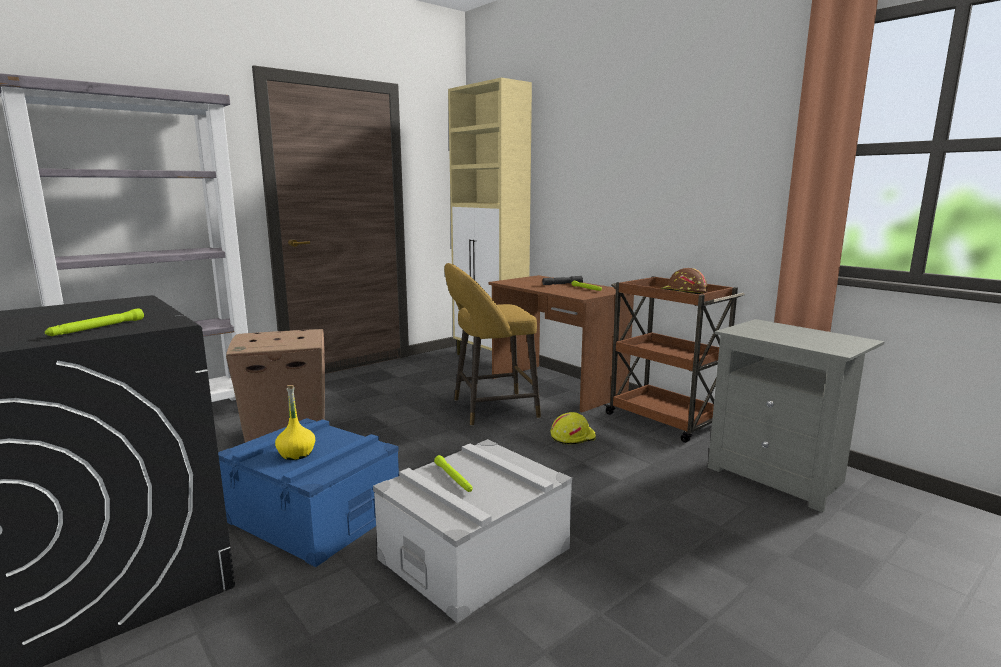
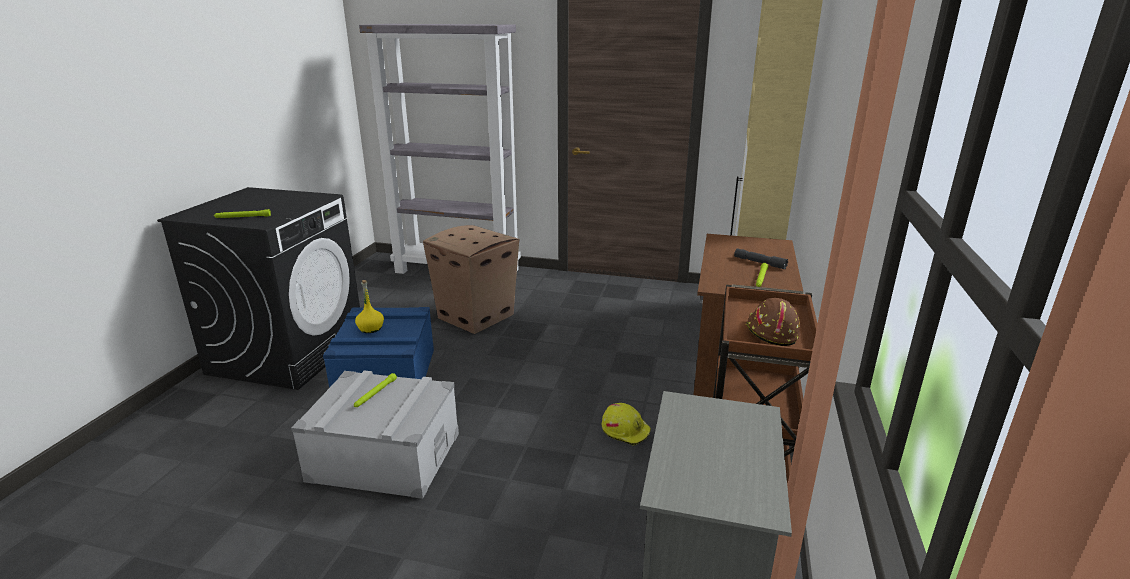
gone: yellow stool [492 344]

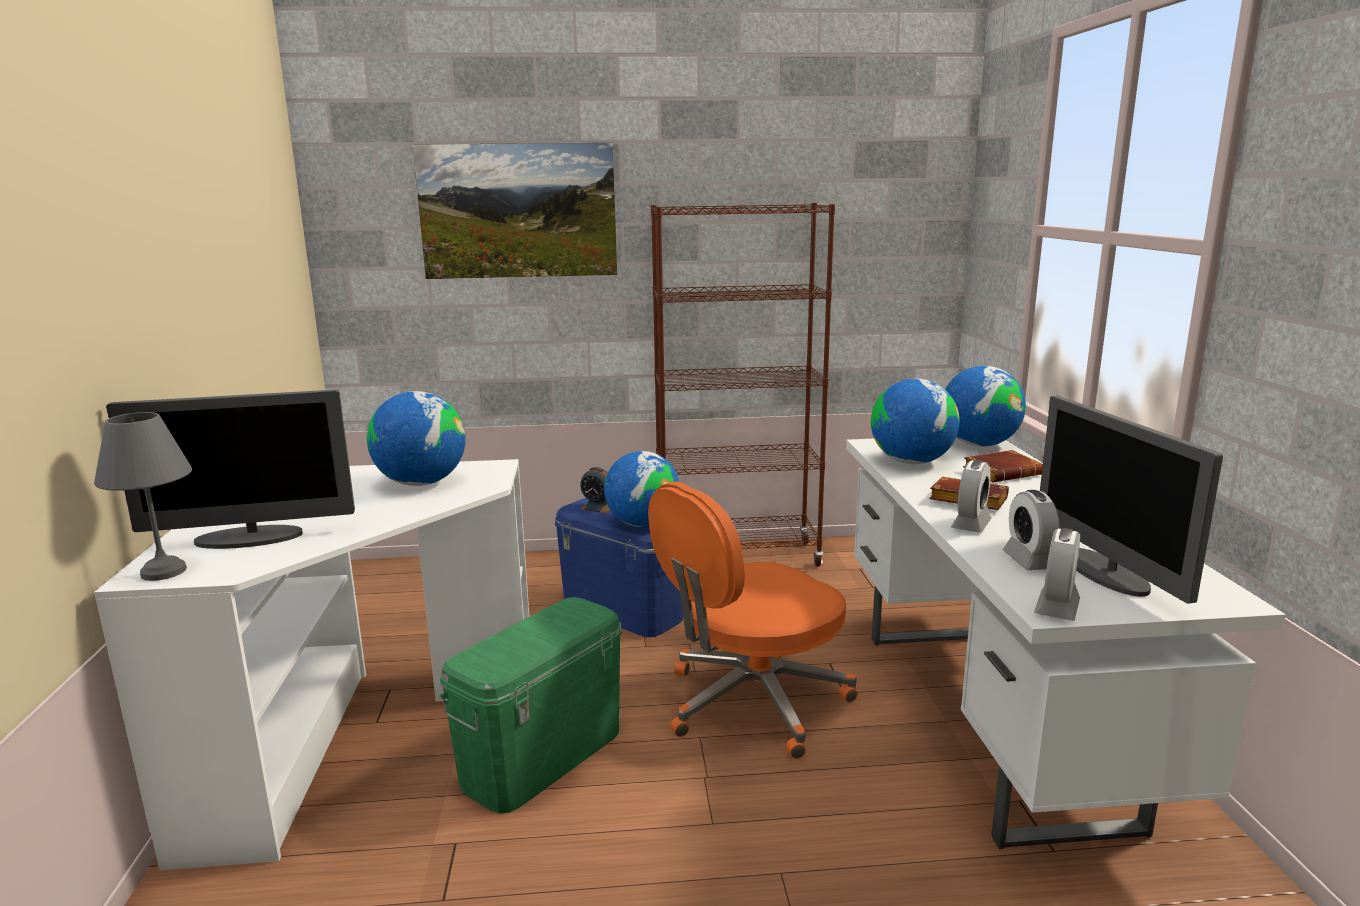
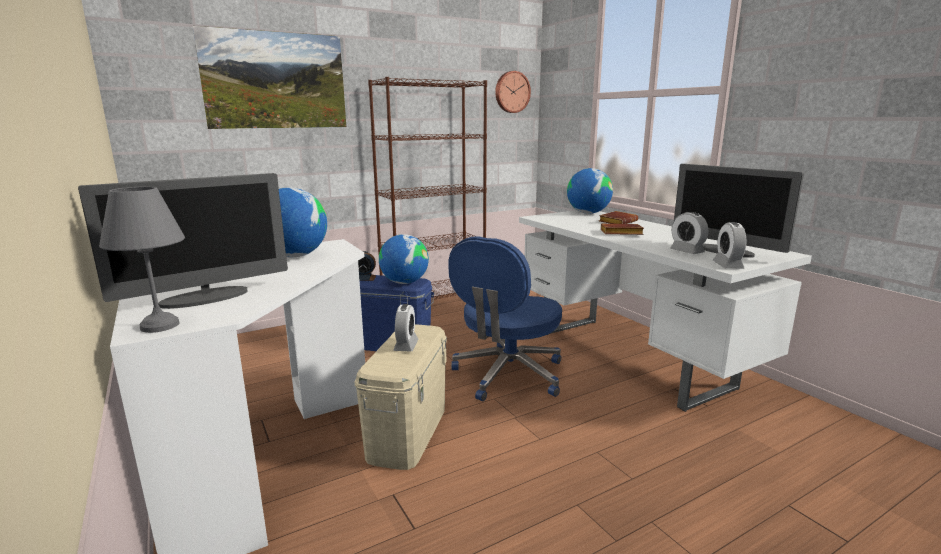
gone: globe [915 421]
new: wall clock [513 92]
shifted: alarm clock [971 496] to [405 328]
repainted: green storage box [531 705] to beige storage box [401 397]; orange office chair [753 620] to blue office chair [505 319]

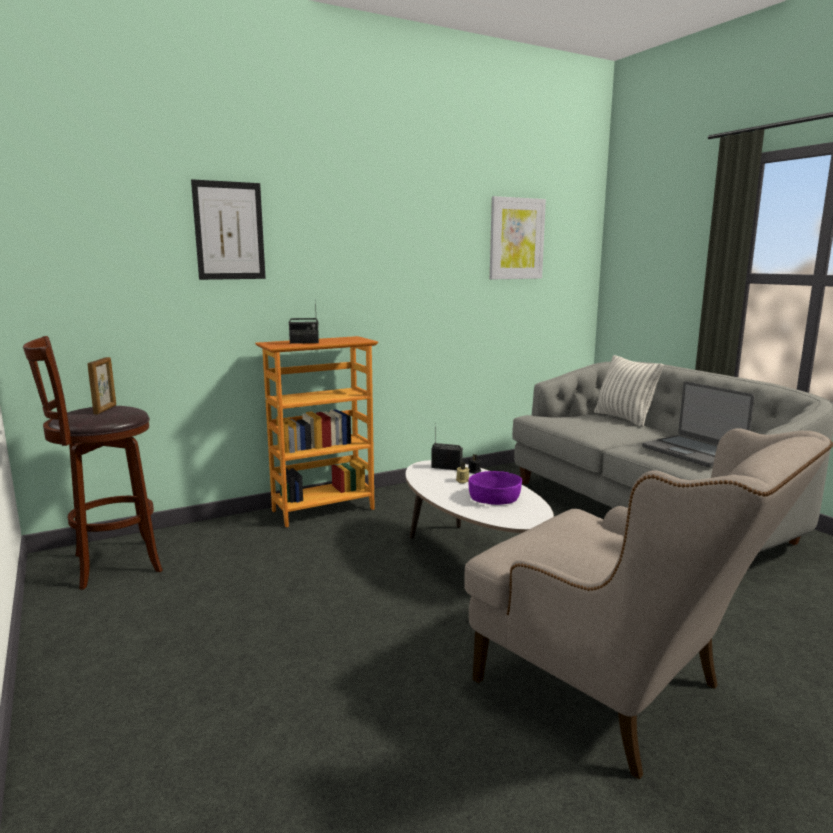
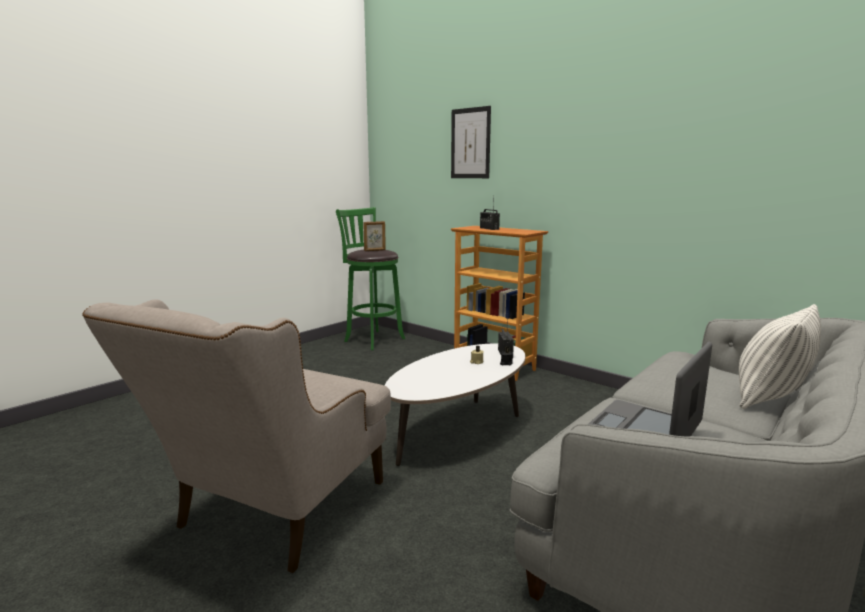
gone: purple bowl [495 488]; picture [518 237]
repainted: brown stool [93 463] to green stool [370 278]

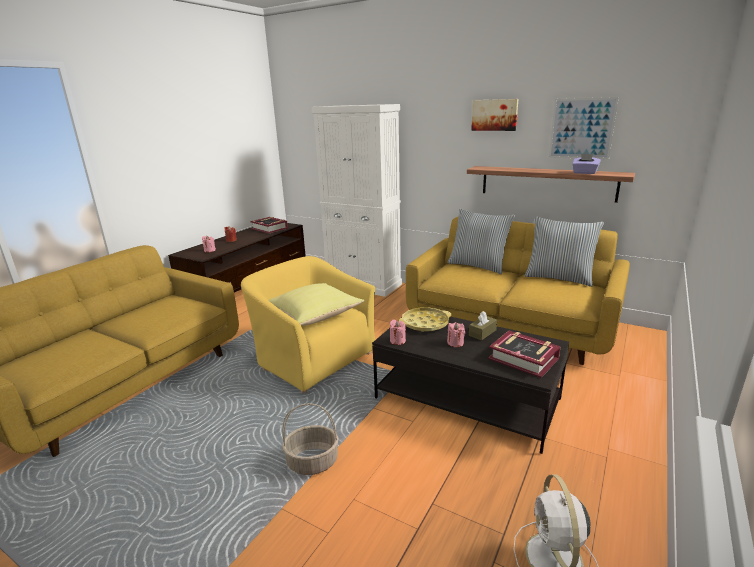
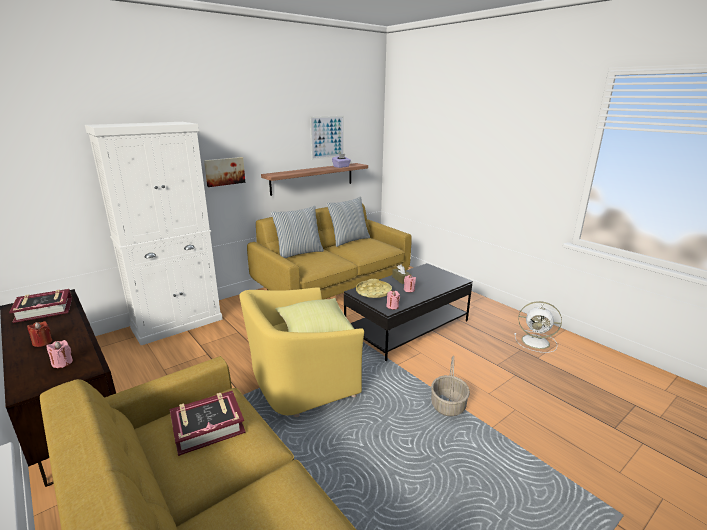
shifted: picture [494 115] to [224 172]; book [524 354] to [208 423]

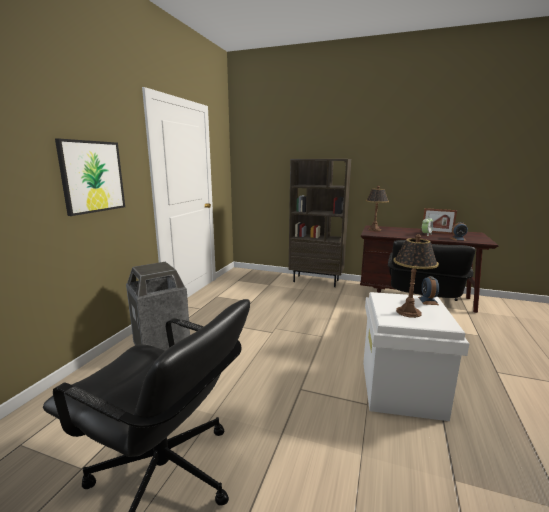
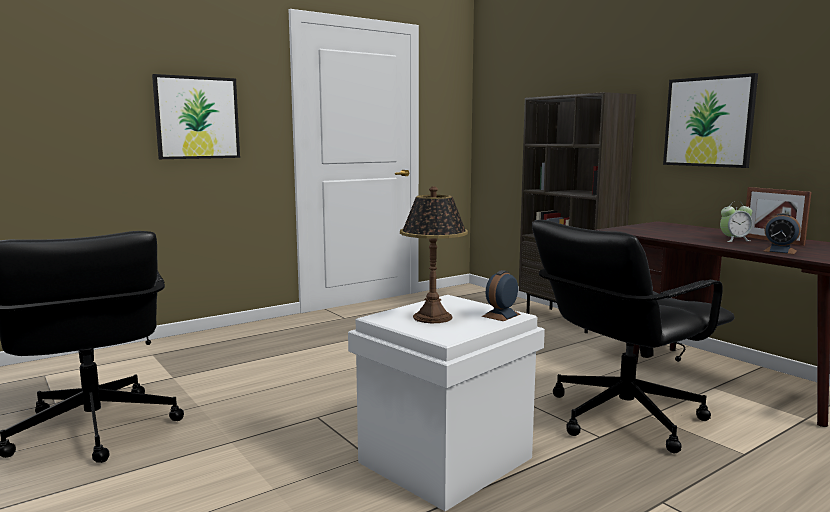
gone: trash can [158 306]; table lamp [377 208]
new: picture [710 120]

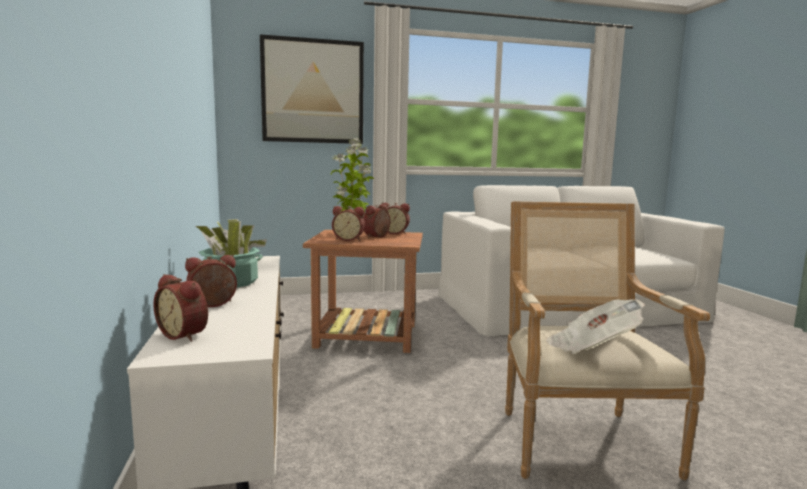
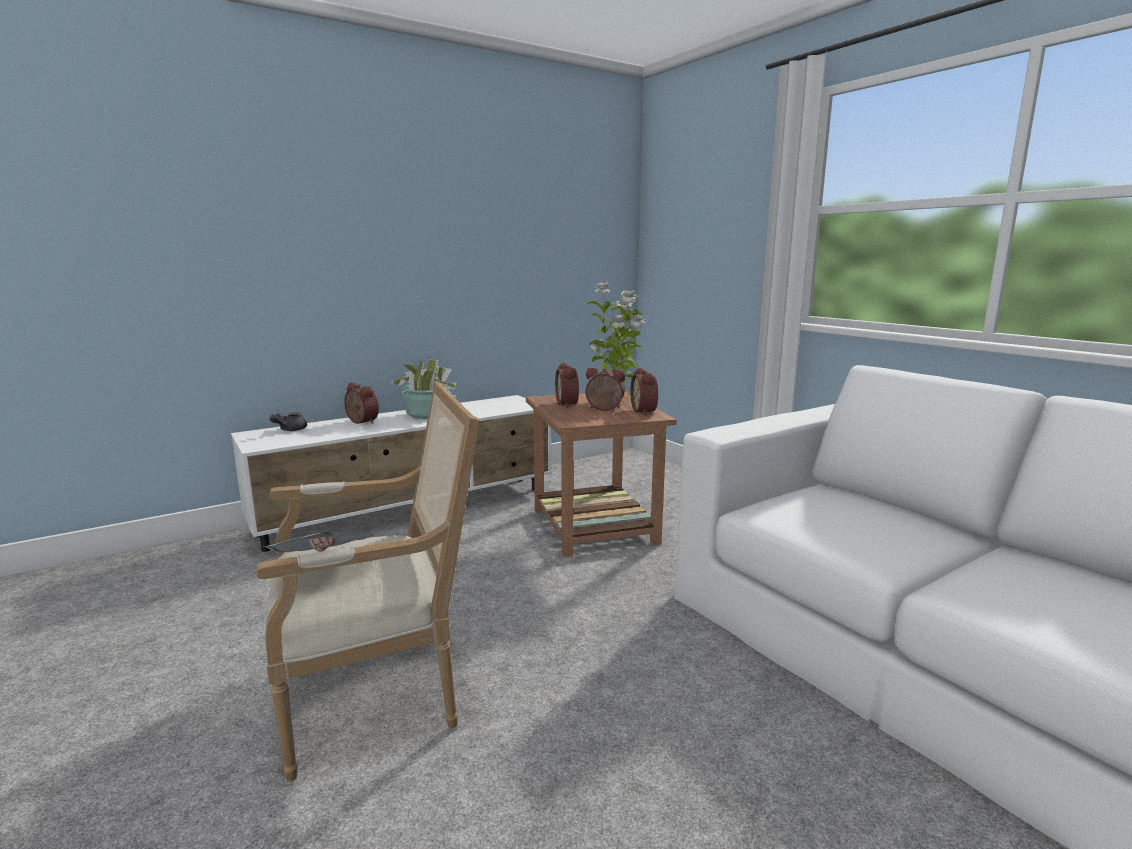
gone: picture [312 89]
swapped: alarm clock [180 308] to grey teapot [288 422]

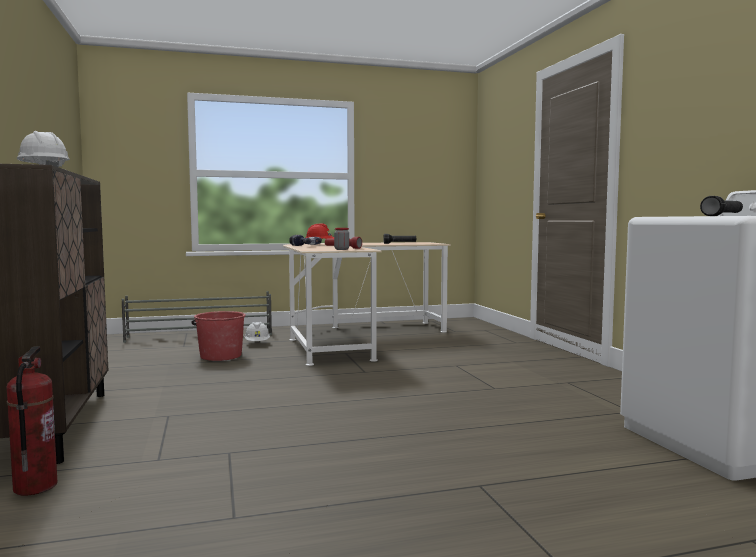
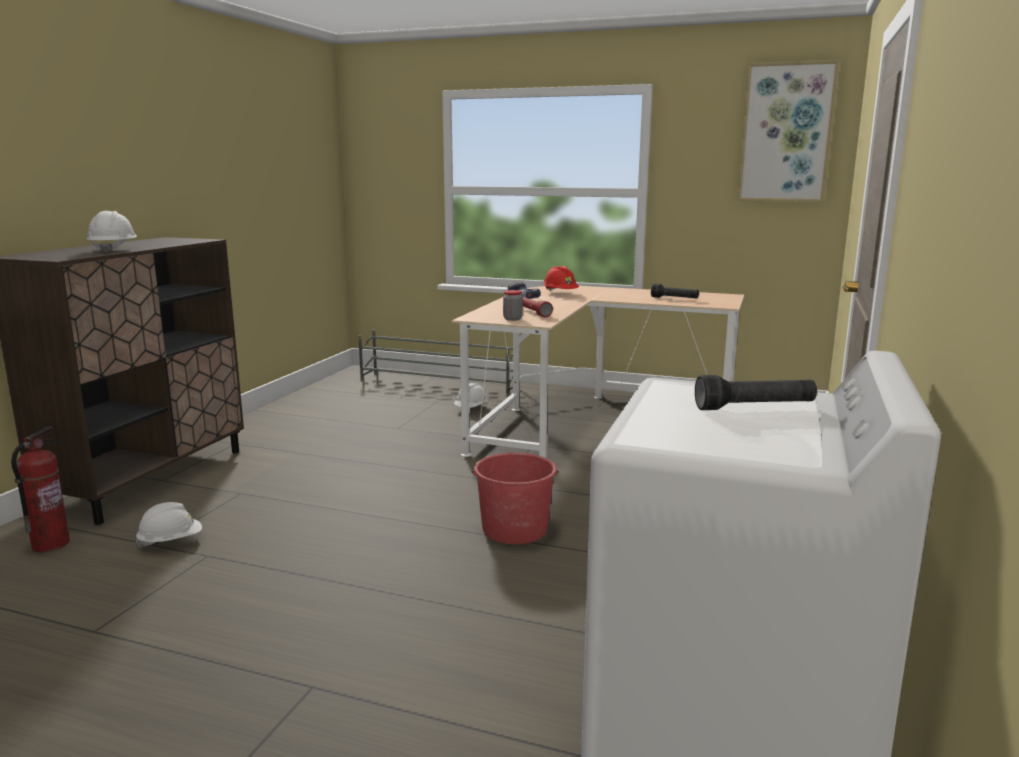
new: white hard hat [169 525]; picture [788 131]
shifted: red bucket [219 336] to [515 498]

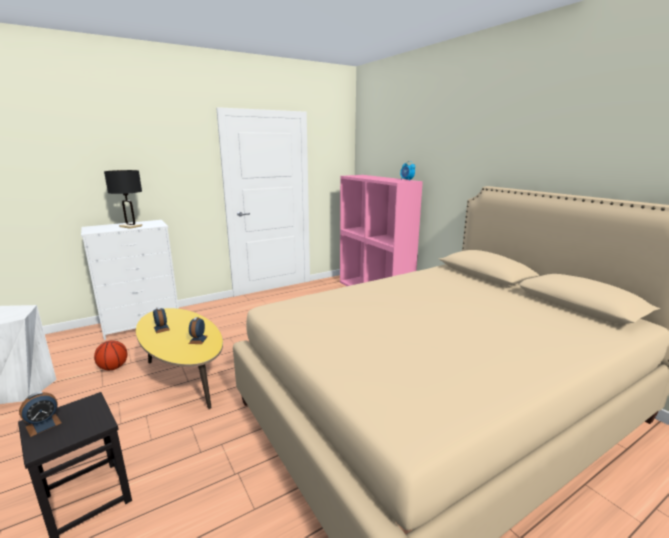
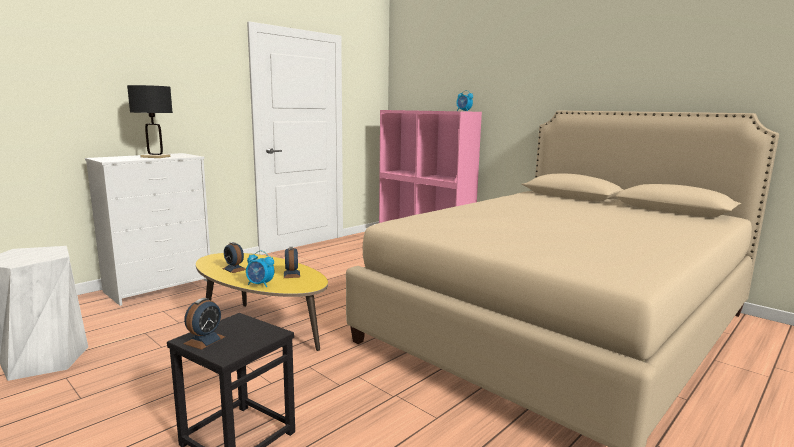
gone: basketball [110 355]
new: alarm clock [260 269]

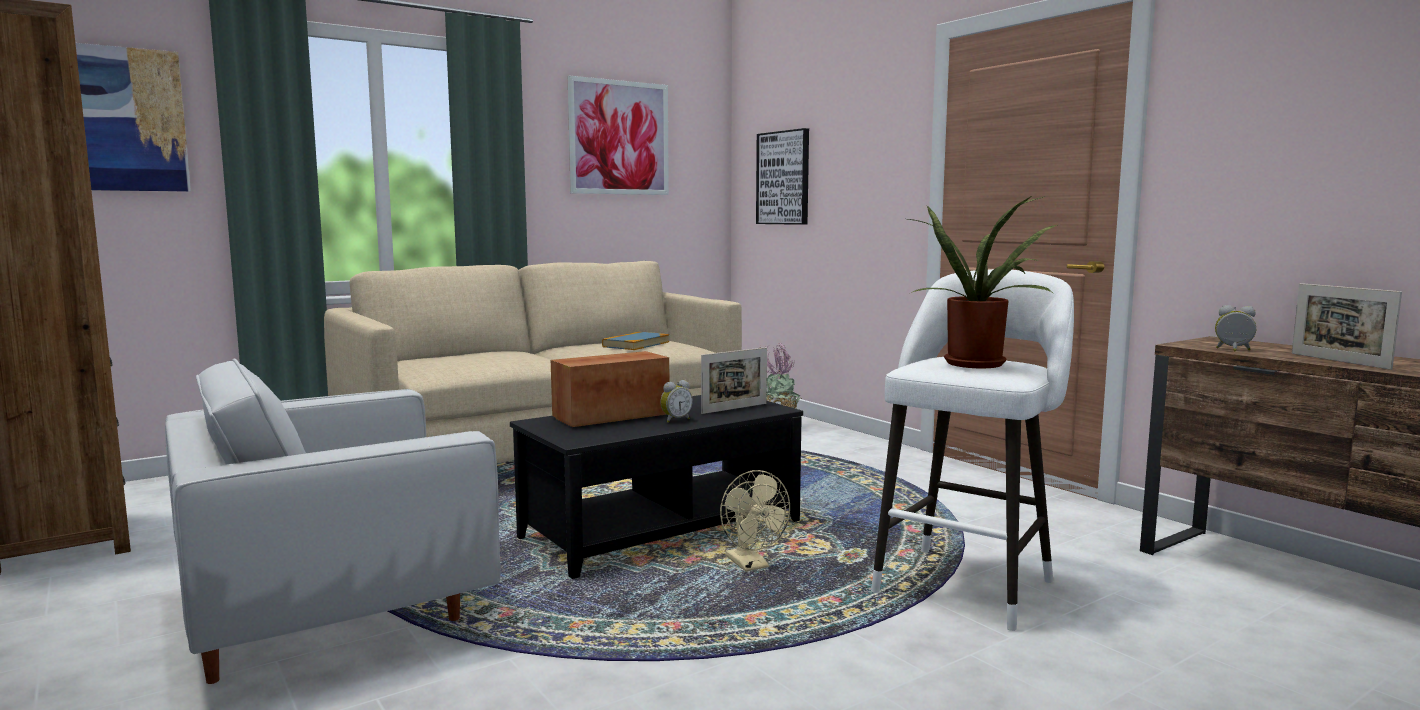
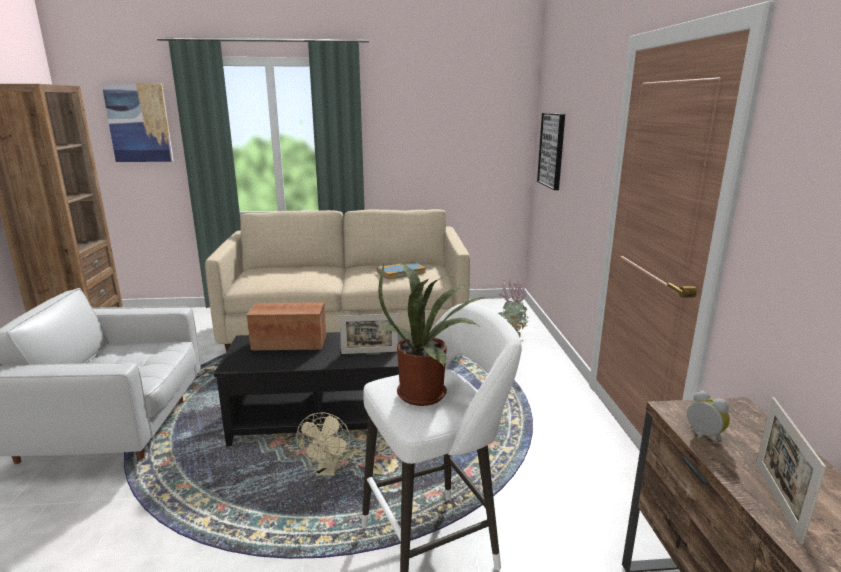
gone: picture [618 135]; alarm clock [676 401]

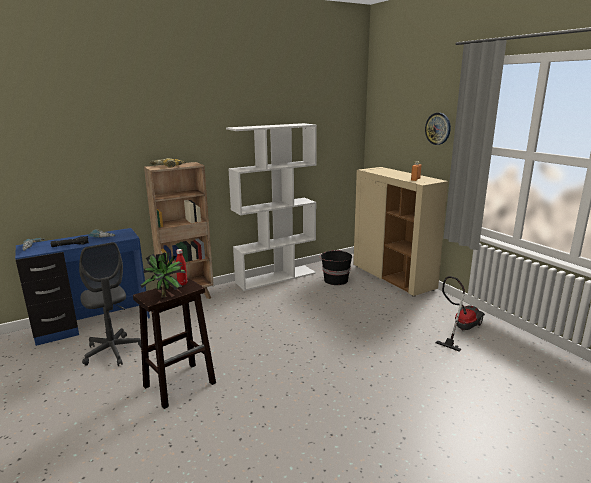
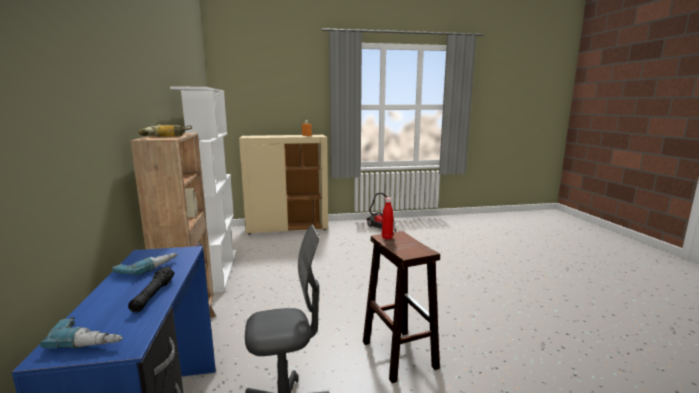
gone: potted plant [163 275]; black bucket [336 267]; wall clock [438 129]

